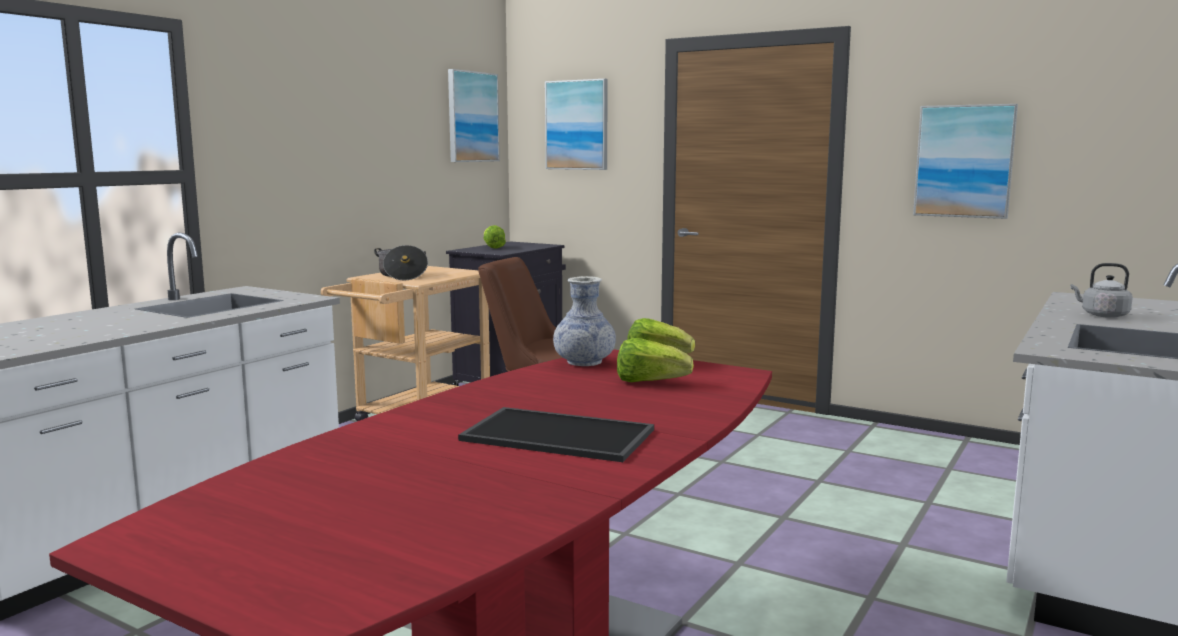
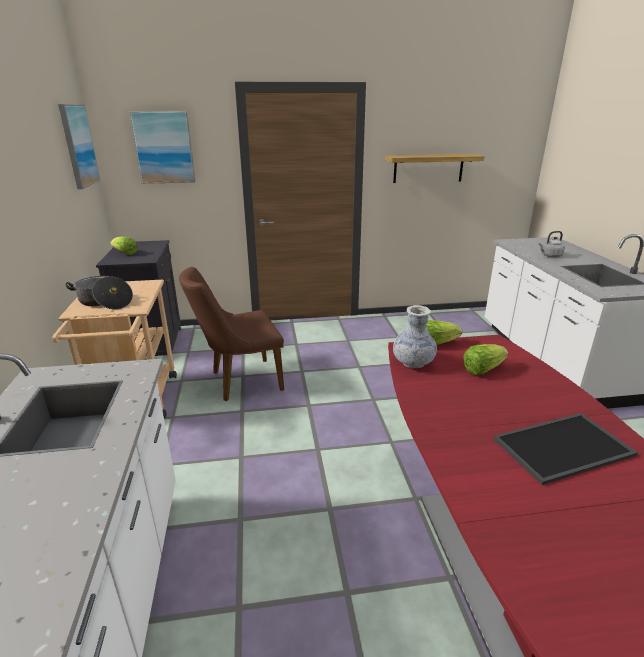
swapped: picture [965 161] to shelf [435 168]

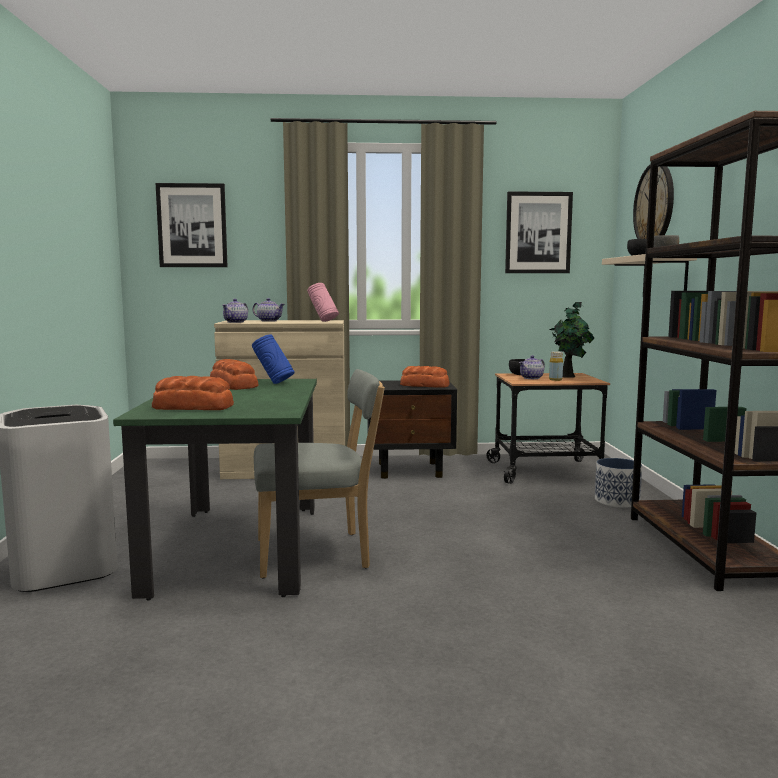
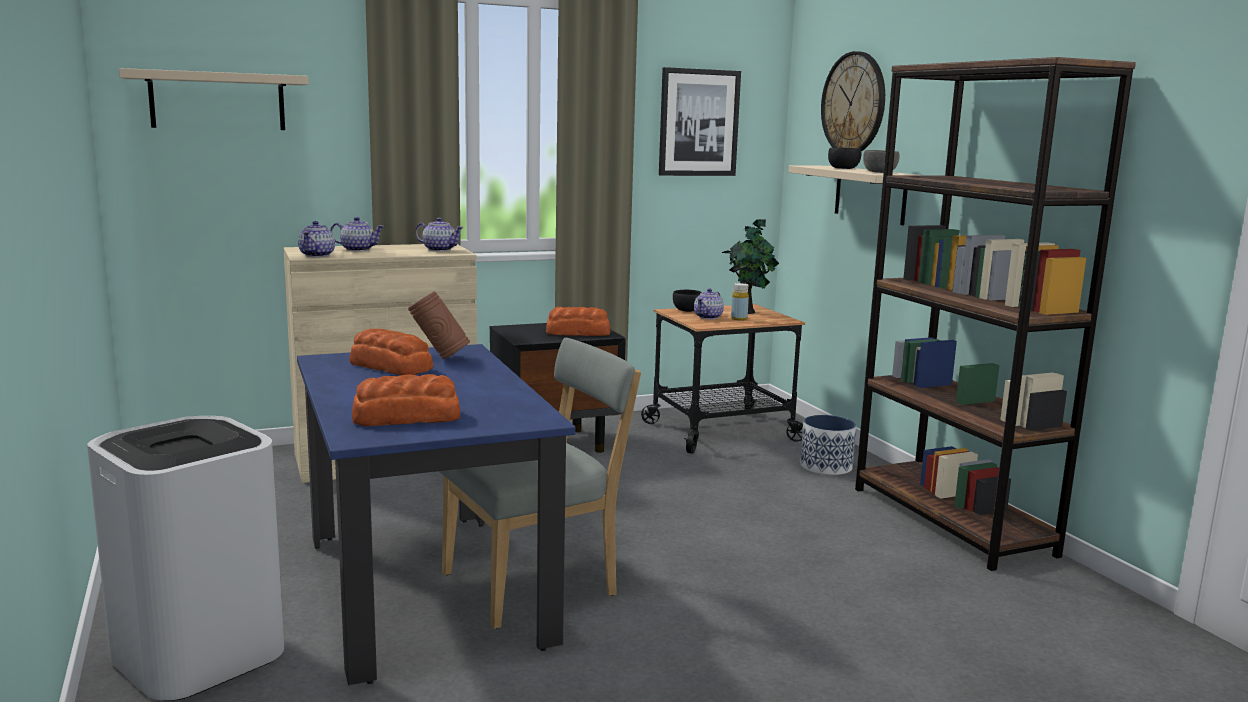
swapped: picture [192 225] to beige shelf [213 99]; pink vase [323 302] to teapot [439 234]
repainted: green dining table [215 489] to blue dining table [436 514]; blue vase [273 359] to brown vase [439 325]

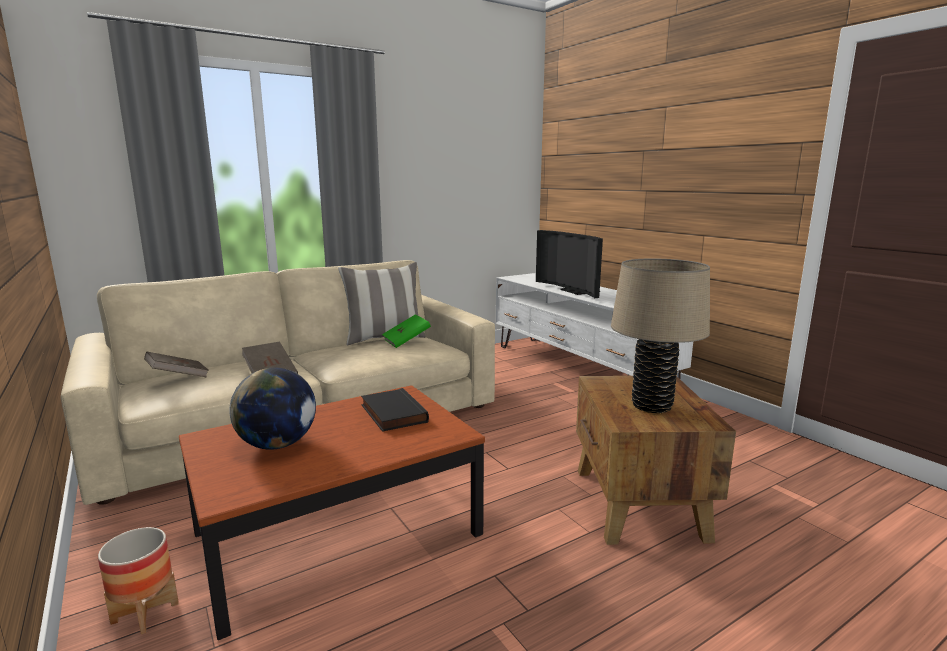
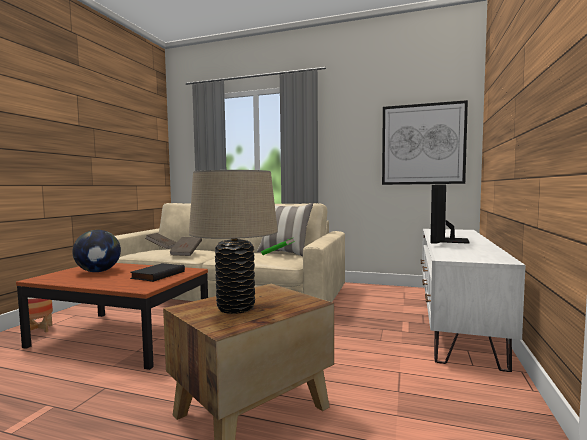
new: picture [425 142]

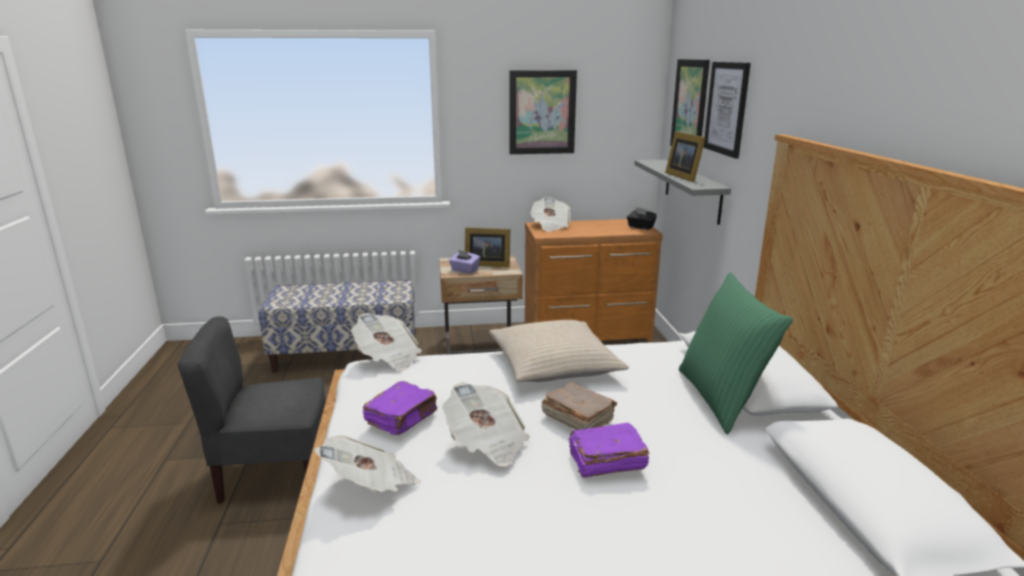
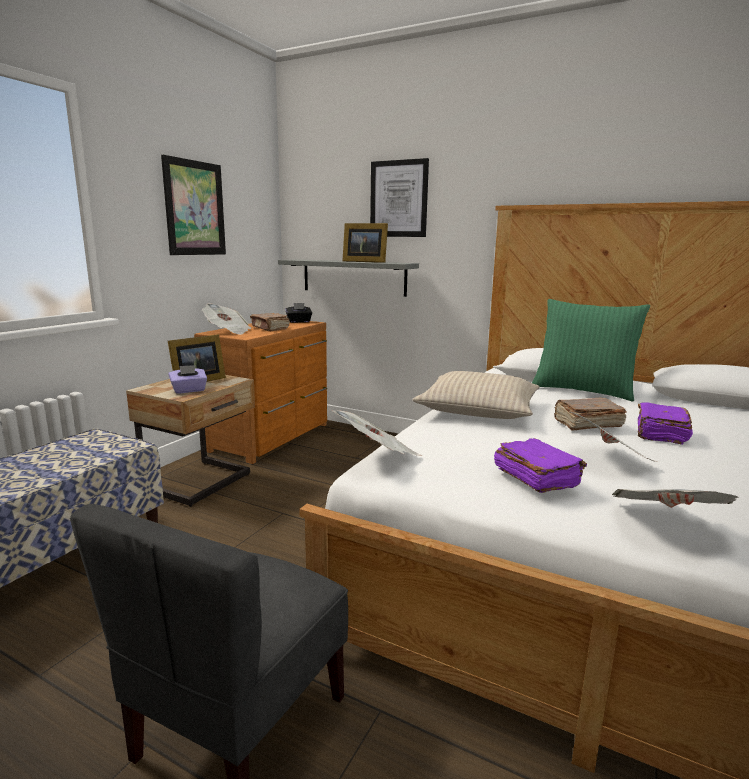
gone: picture [690 102]
new: brown book [270 322]

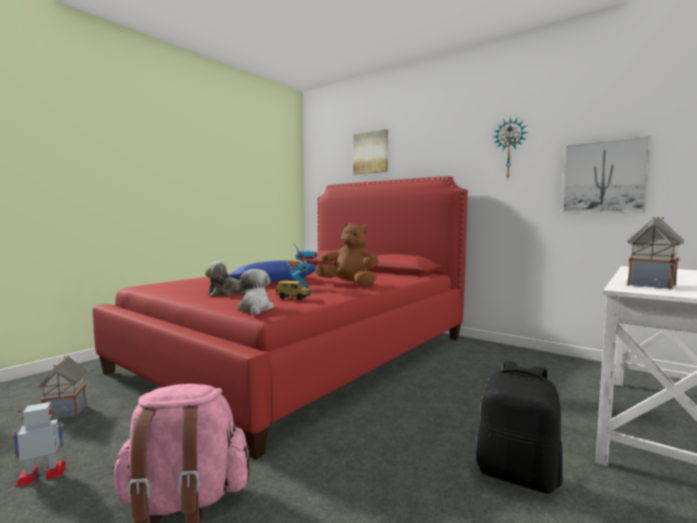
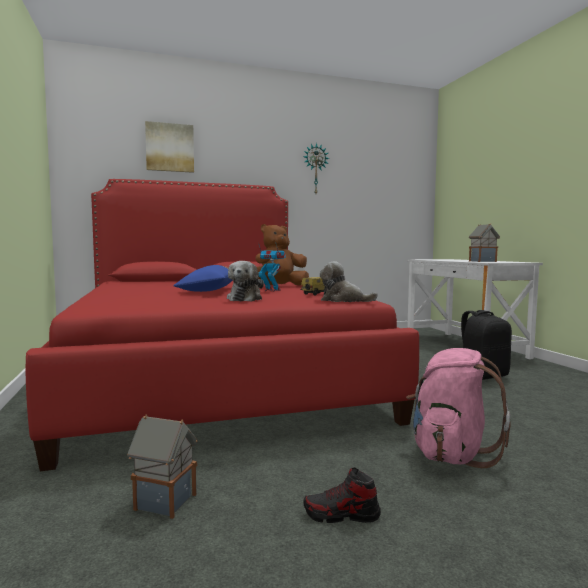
gone: picture [606 174]
swapped: toy robot [39 444] to shoe [342 495]

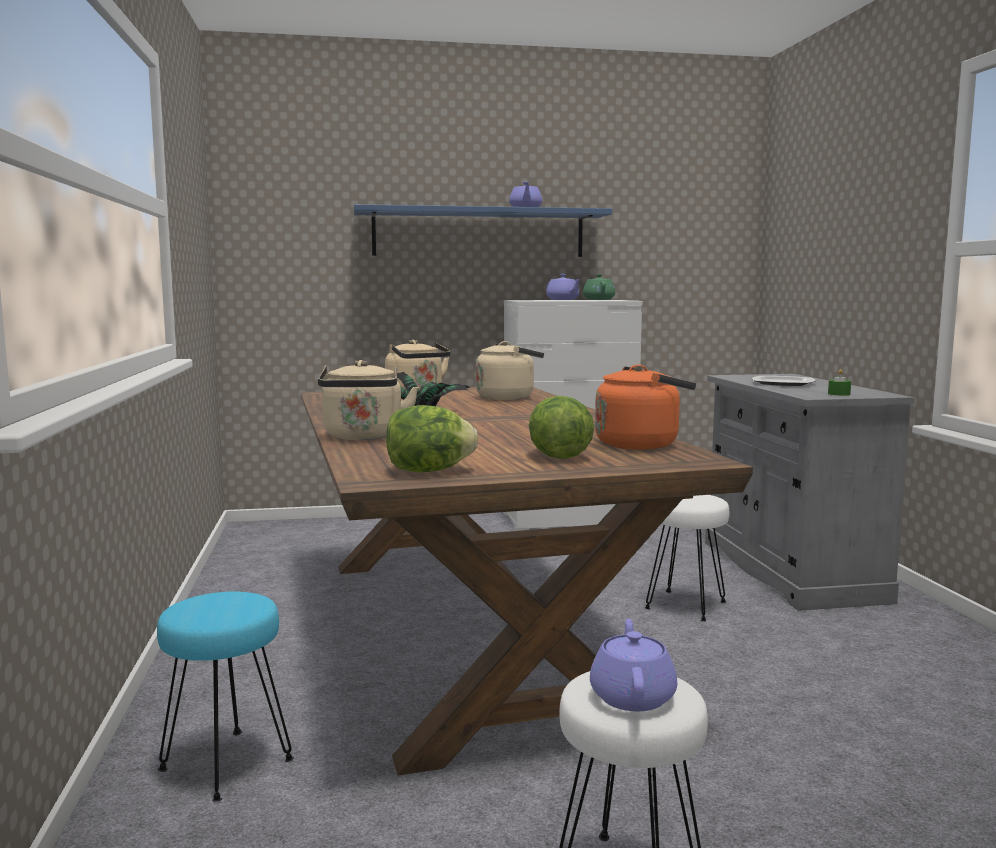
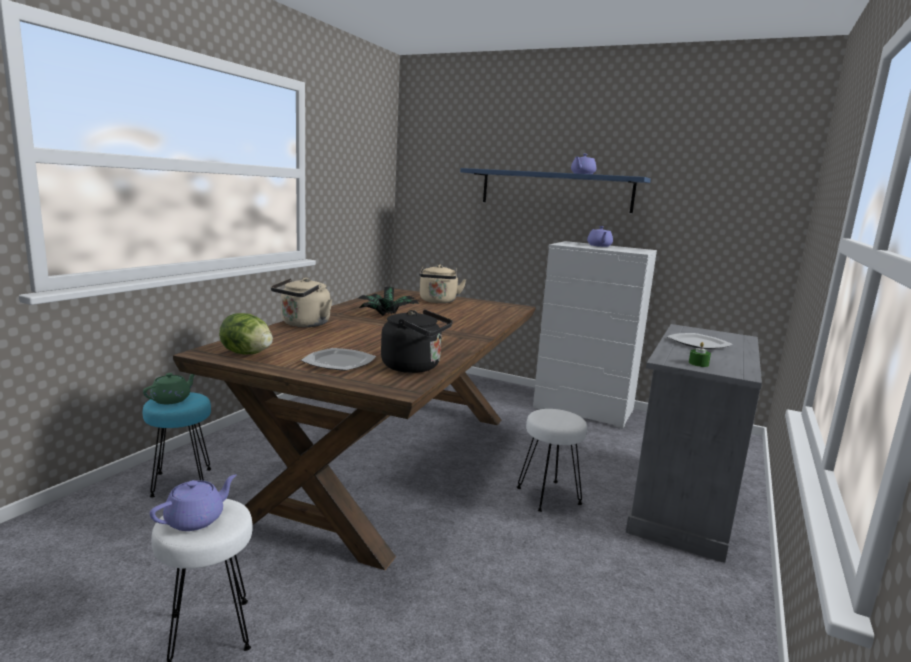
gone: beige kettle [510 370]
shifted: green teapot [599 287] to [168 388]
swapped: lettuce [561 427] to plate [338 359]
repainted: orange kettle [645 407] to black kettle [417 341]

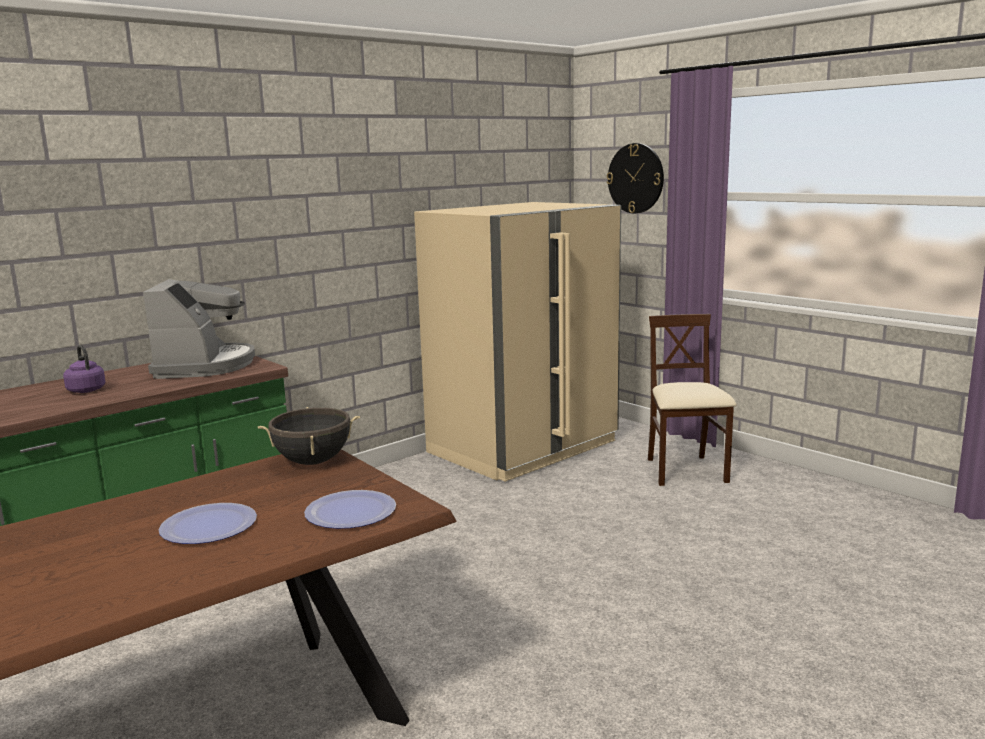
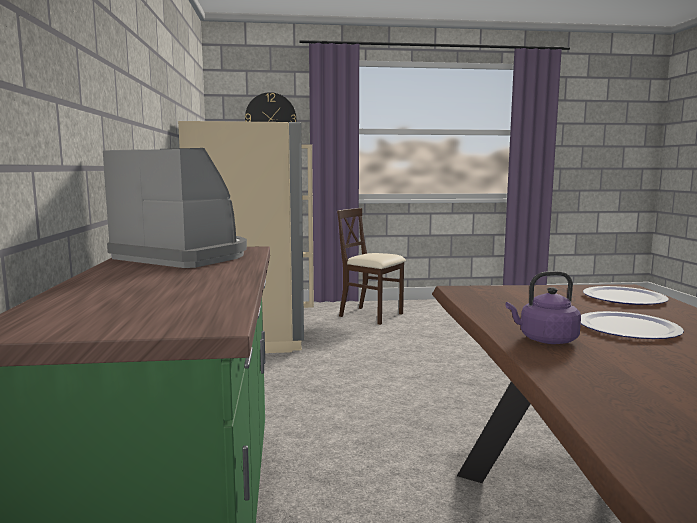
gone: black cooking pot [308 436]
shifted: purple kettle [84 369] to [543 307]

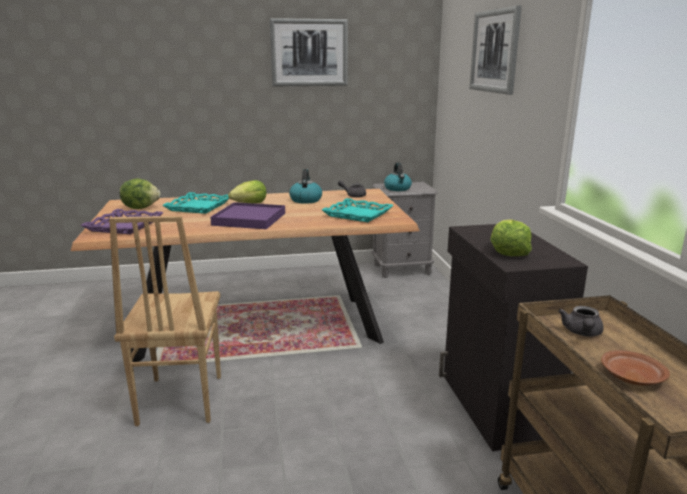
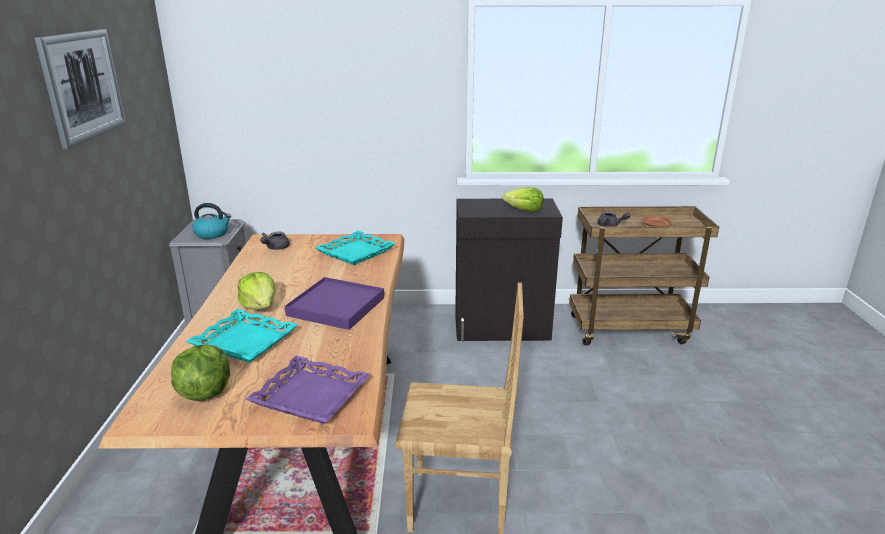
gone: kettle [305 186]; picture [496 50]

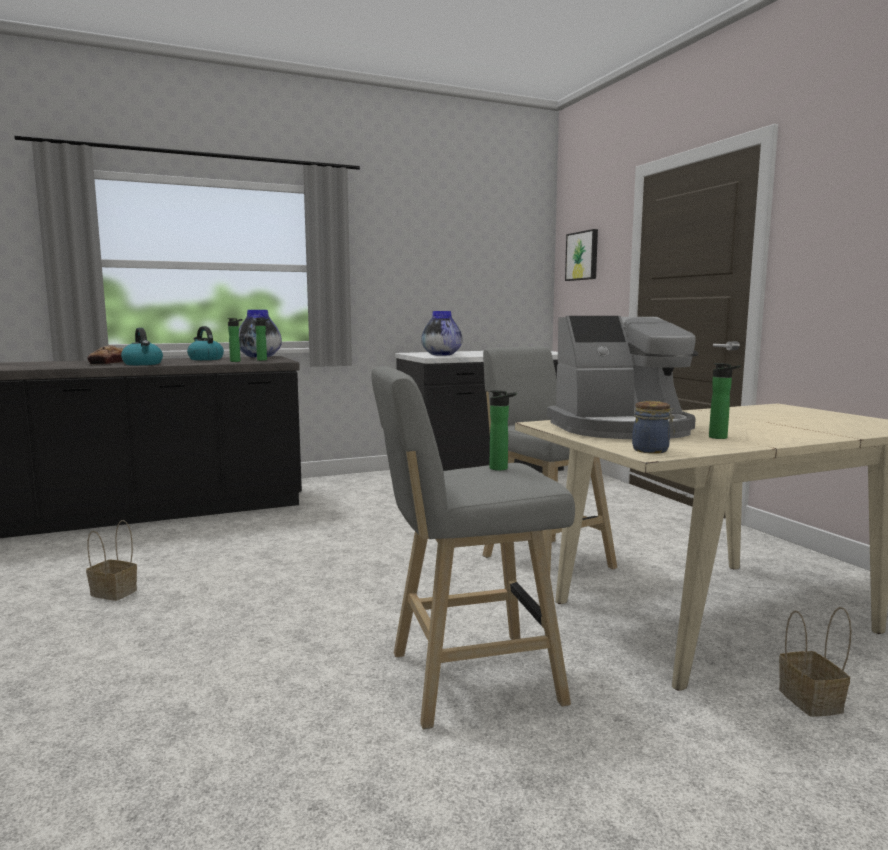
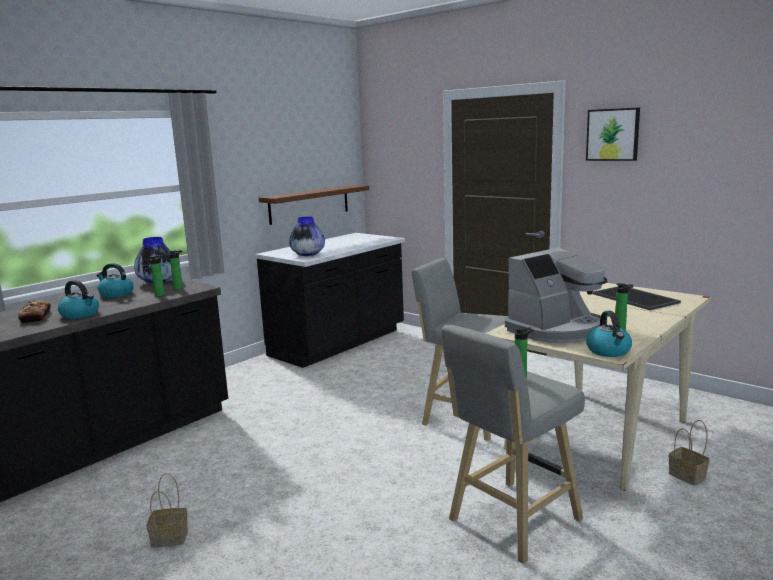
new: brown shelf [314 205]; tray [636 298]
shifted: picture [581 255] to [613 134]
swapped: jar [653 427] to kettle [609 334]

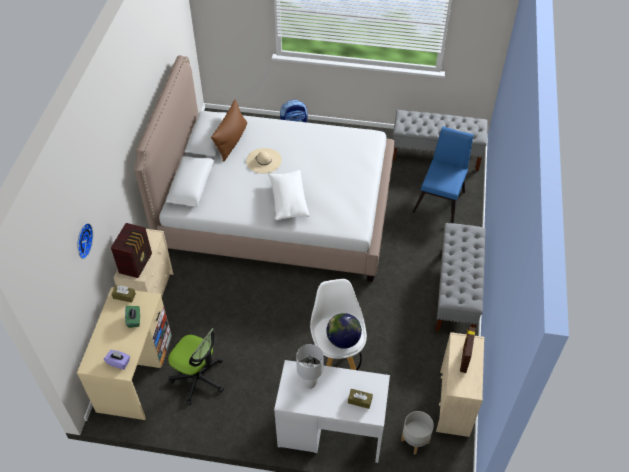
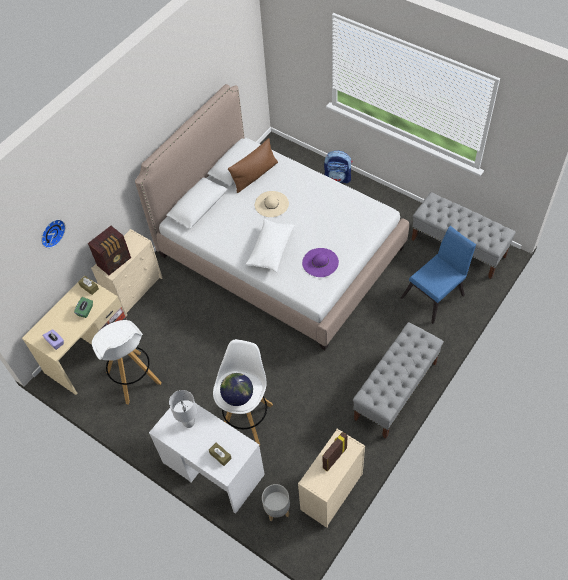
new: purple hat [320 262]
swapped: office chair [196 366] to white stool [126 362]

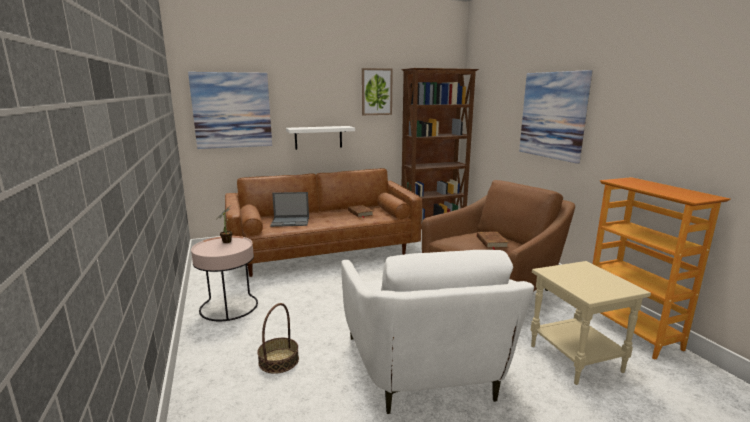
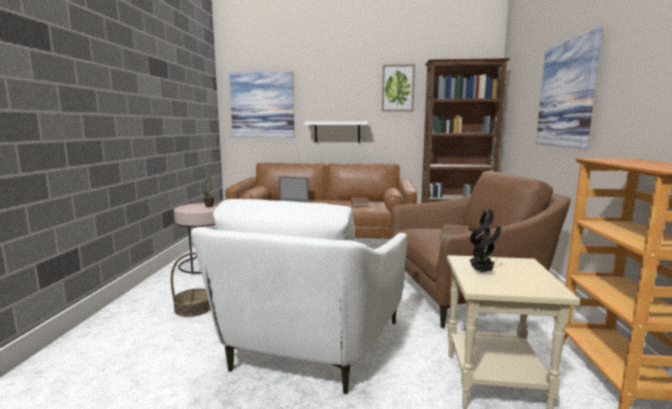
new: potted plant [485 241]

